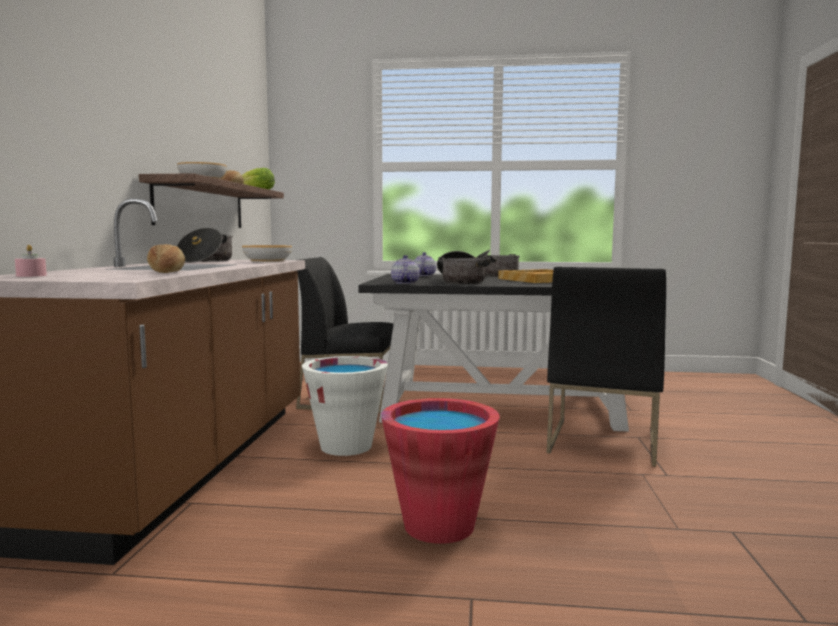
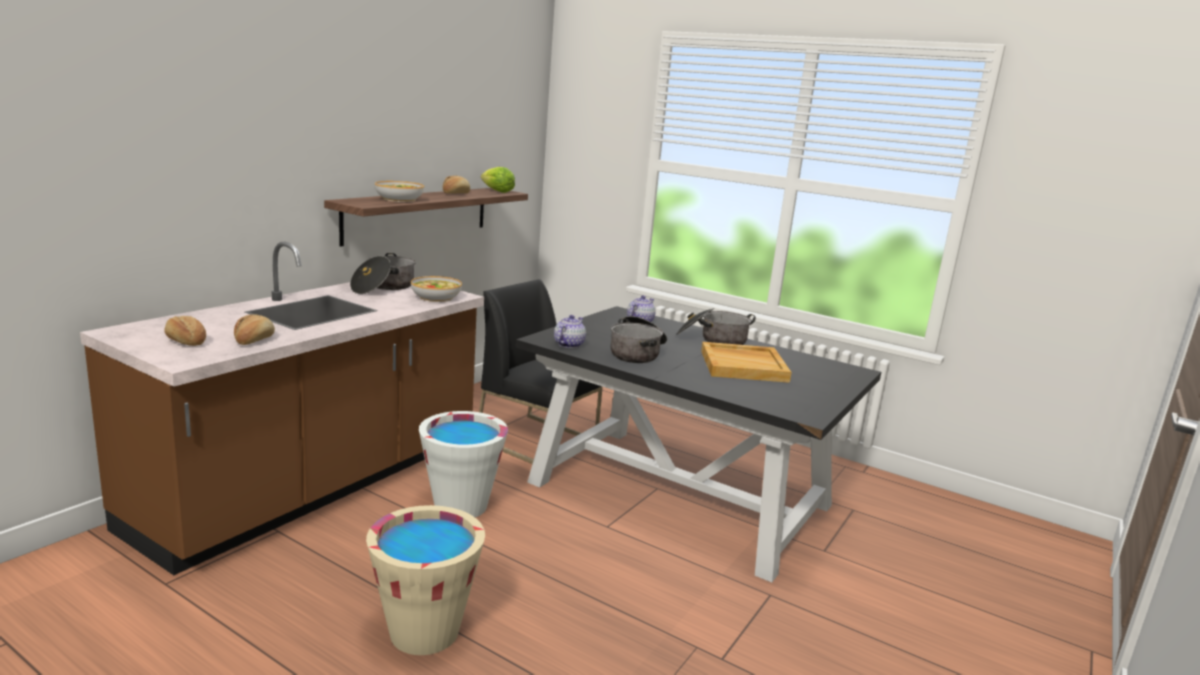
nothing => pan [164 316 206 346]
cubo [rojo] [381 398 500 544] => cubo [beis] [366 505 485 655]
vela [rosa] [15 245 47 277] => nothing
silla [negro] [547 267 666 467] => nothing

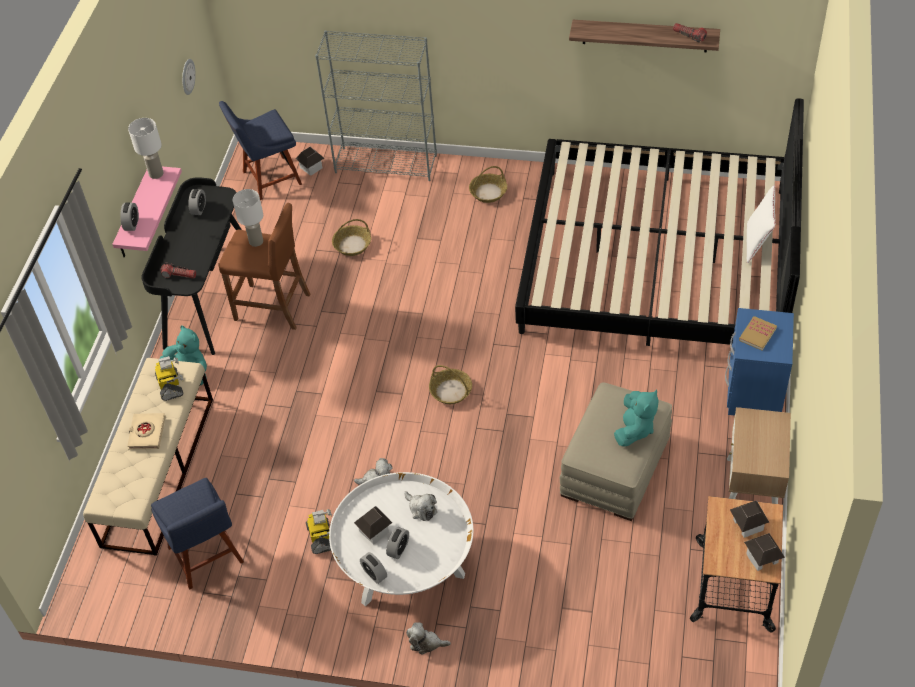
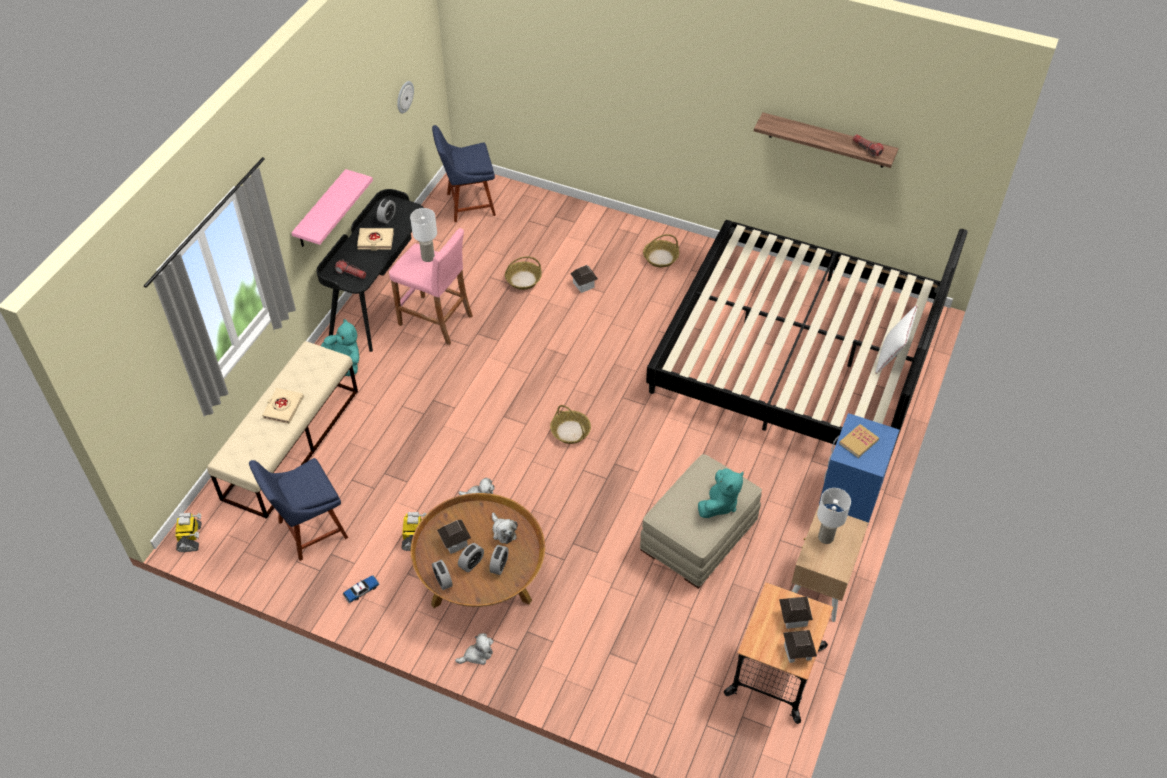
robot de juguete [155 356 184 401] => robot de juguete [175 513 202 552], moved
silla [azul] [151 478 244 590] => silla [azul] [249 458 348 561], 75 degrees clockwise
nothing => coche de juguete [343 575 380 603]
nothing => libro [beis] [357 228 394 251]
taburete [marrón] [218 203 311 330] => taburete [rosa] [389 228 473 345]
mesa de centro [blanco] [329 472 473 606] => mesa de centro [marrón] [411 493 545 608]
peluche [406 622 451 655] => peluche [455 633 493 665], 135 degrees clockwise
despertador [120 202 139 231] => despertador [489 545 509 575], moved
casita [296 147 324 176] => casita [570 265 598 293], moved
lámpara de mesa [blanco] [128 118 164 179] => lámpara de mesa [blanco] [817 488 851 544], moved
estantería [gris] [315 30 437 181] => nothing

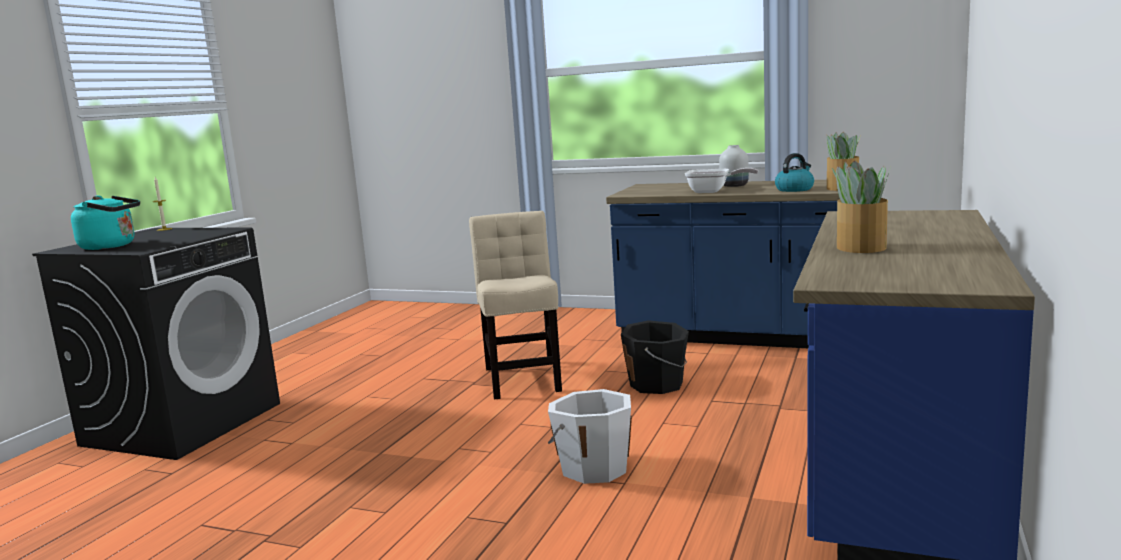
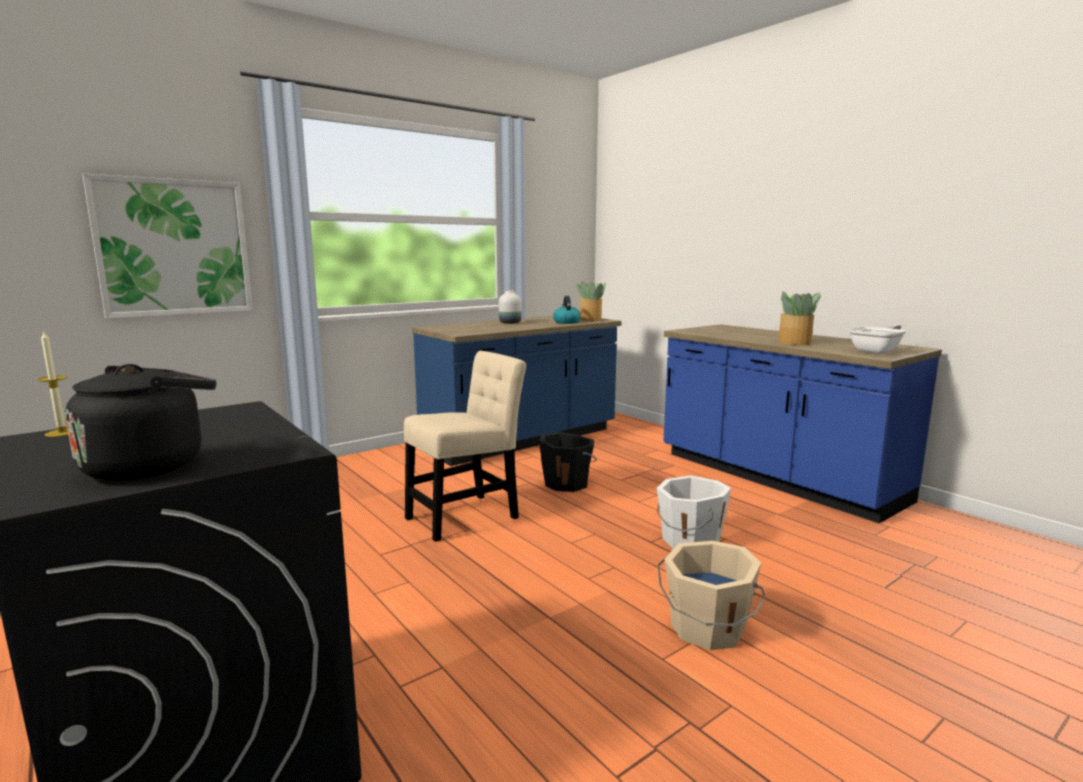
hervidor [turquesa] [71 195 140 250] => hervidor [negro] [65 364 216 481]
nothing => cuadro [82 174 253 319]
silla [beis] [469 211 562 399] => silla [beis] [404 351 526 542], 120 degrees clockwise
nothing => cubo [beis] [658 541 766 650]
sartén [685 168 758 193] => sartén [849 324 906 354], moved

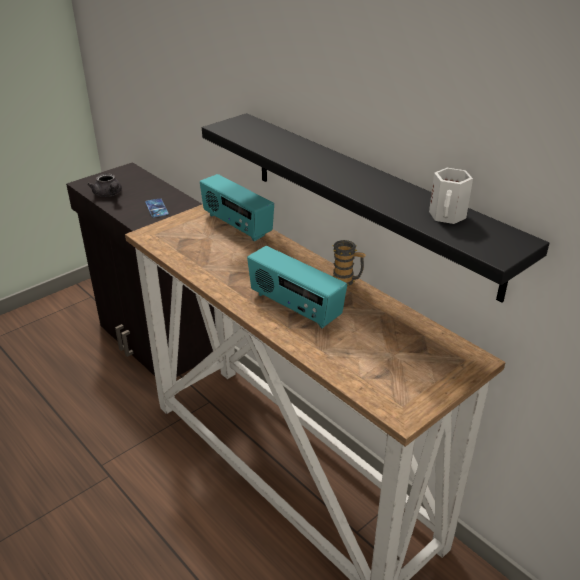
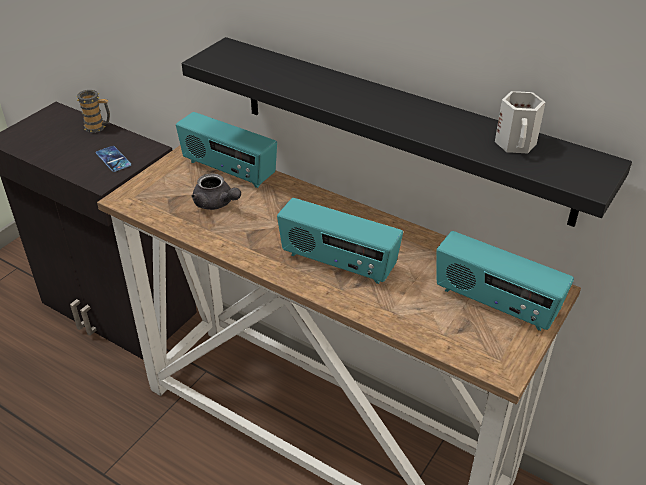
taza grande [332 240 366 286] => taza grande [77 90 110 133], moved
tetera [gris] [87 174 122 197] => tetera [gris] [191 173 241 210], moved
nothing => radio [437 231 574 331]

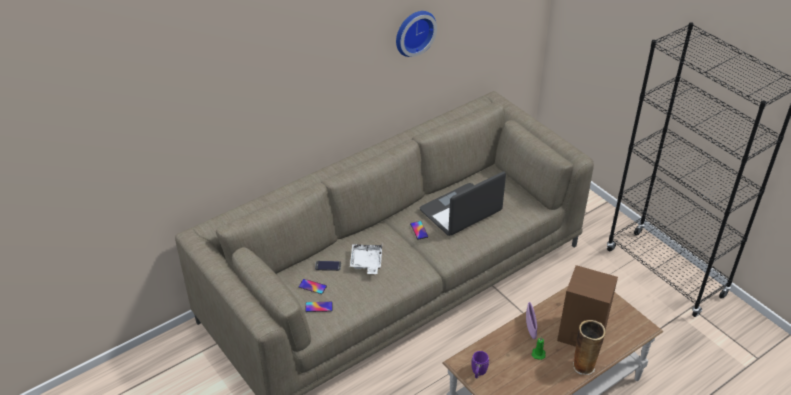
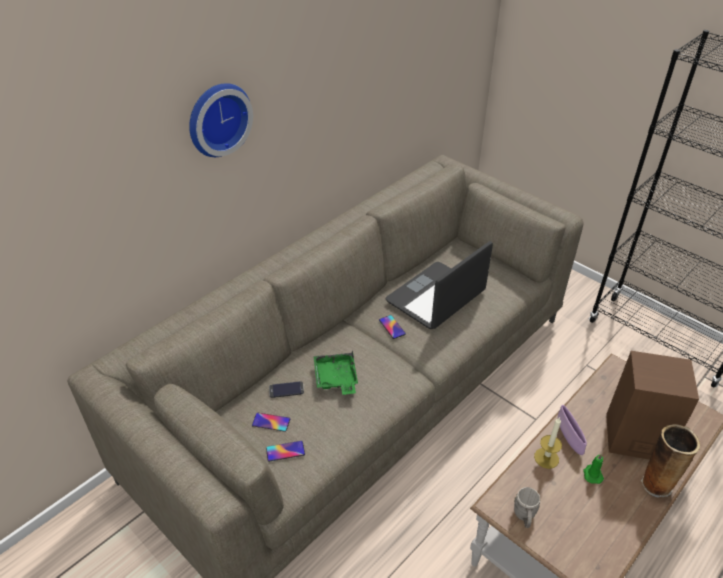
reloj de pared [396 11 437 57] => reloj de pared [189 84 253 157], moved
bandeja [blanco] [350 244 382 274] => bandeja [verde] [313 351 358 395]
taza grande [morado] [471 351 489 379] => taza grande [gris] [514 487 540 528]
nothing => vela [534 417 562 469]

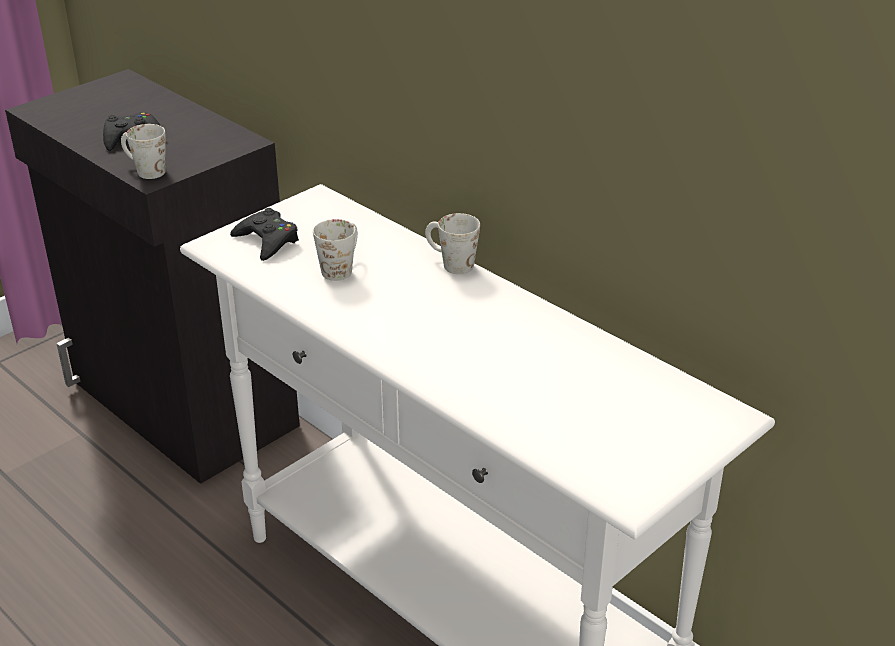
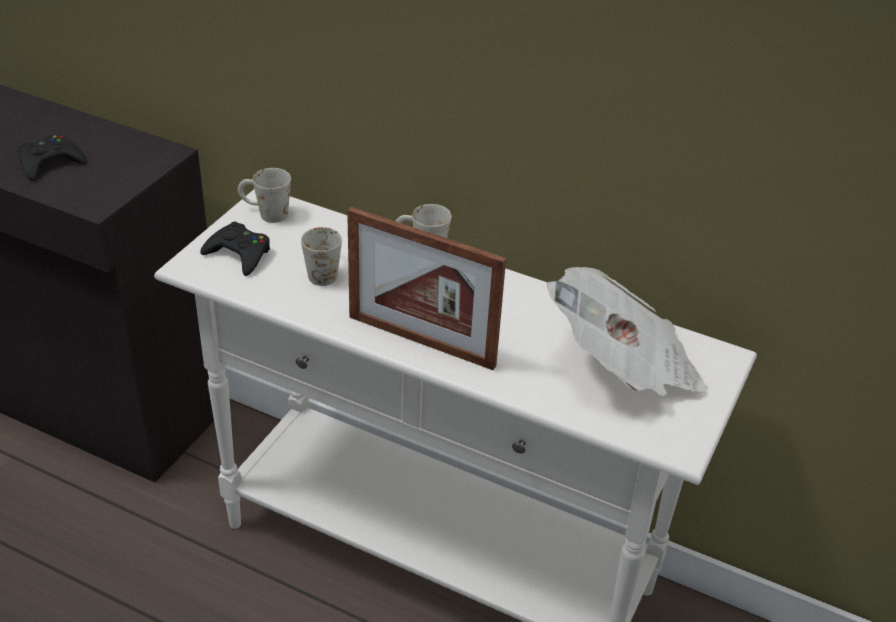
taza grande [blanco] [121 124 166 179] => taza grande [blanco] [238 168 291 223], moved
nothing => portarretratos [347 207 506 370]
nothing => periódico [547 267 708 396]

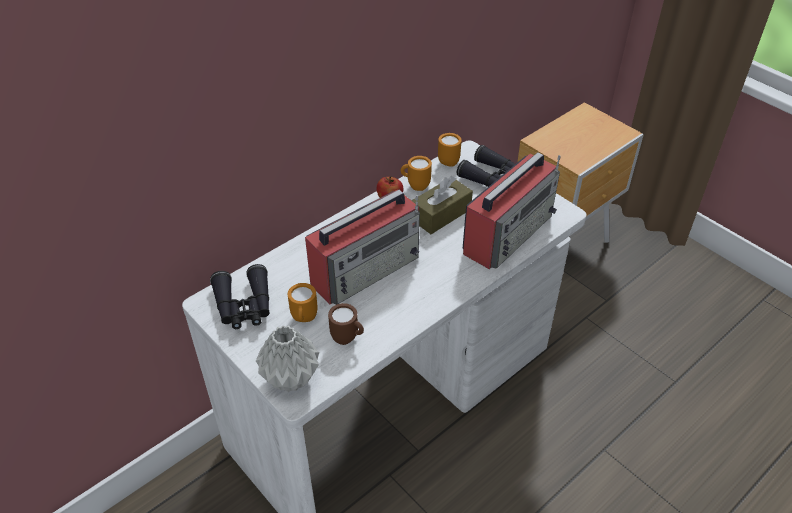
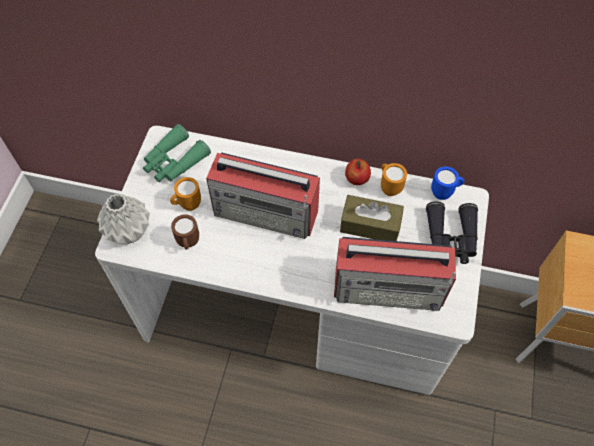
prismáticos [negro] [210 264 270 329] => prismáticos [verde] [143 124 211 182]
taza grande [naranja] [438 133 462 167] => taza grande [azul] [431 166 464 200]

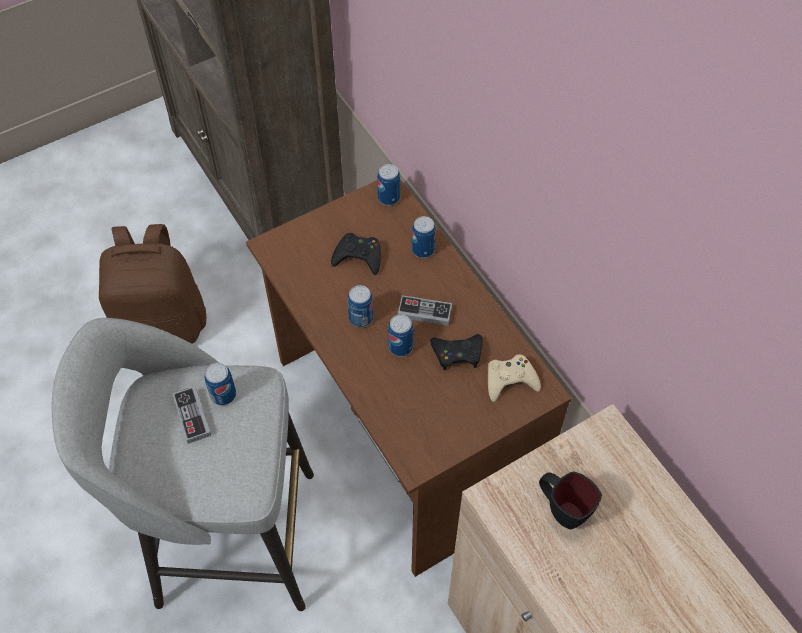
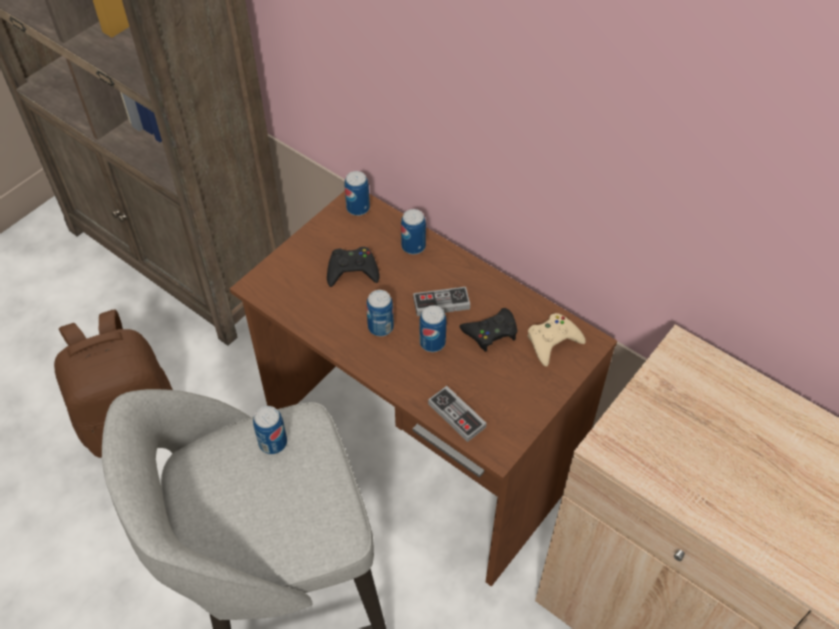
mando de consola [172 386 211 444] => mando de consola [428 386 487 442], moved
taza grande [negro] [539 471 602 529] => nothing

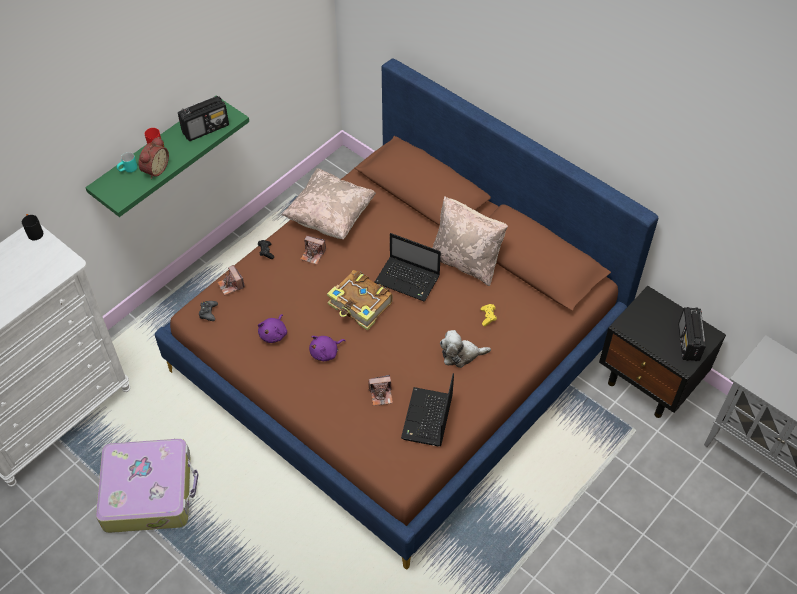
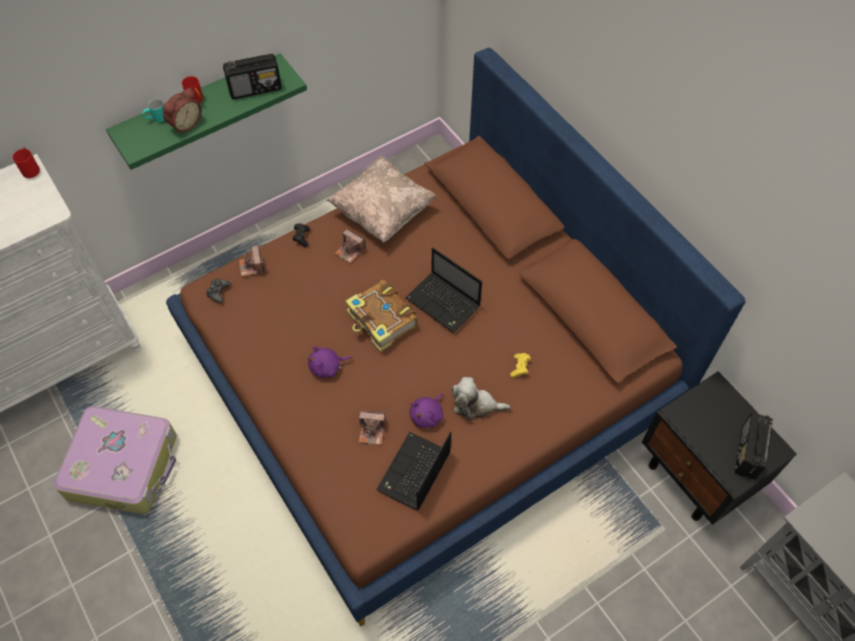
taza grande [negro] [22 214 43 240] => taza grande [rojo] [13 147 40 178]
peluche [morado] [258 314 287 343] => peluche [morado] [409 393 444 428], moved
cojín [beis] [433 196 508 286] => nothing

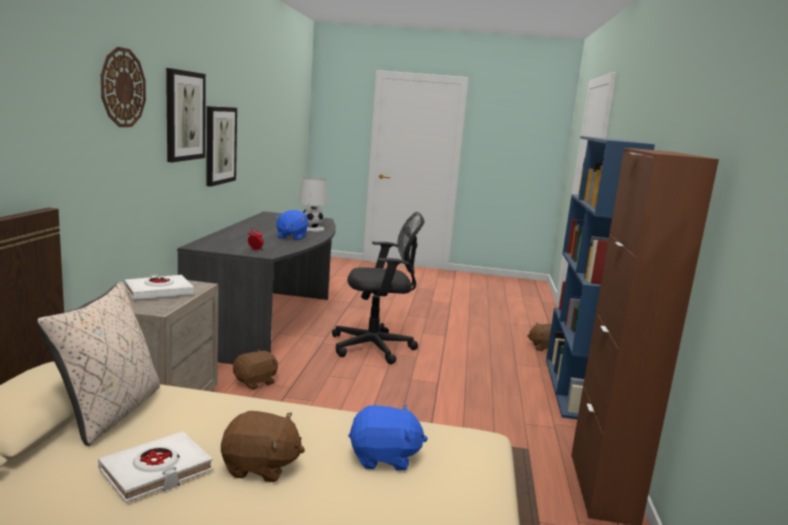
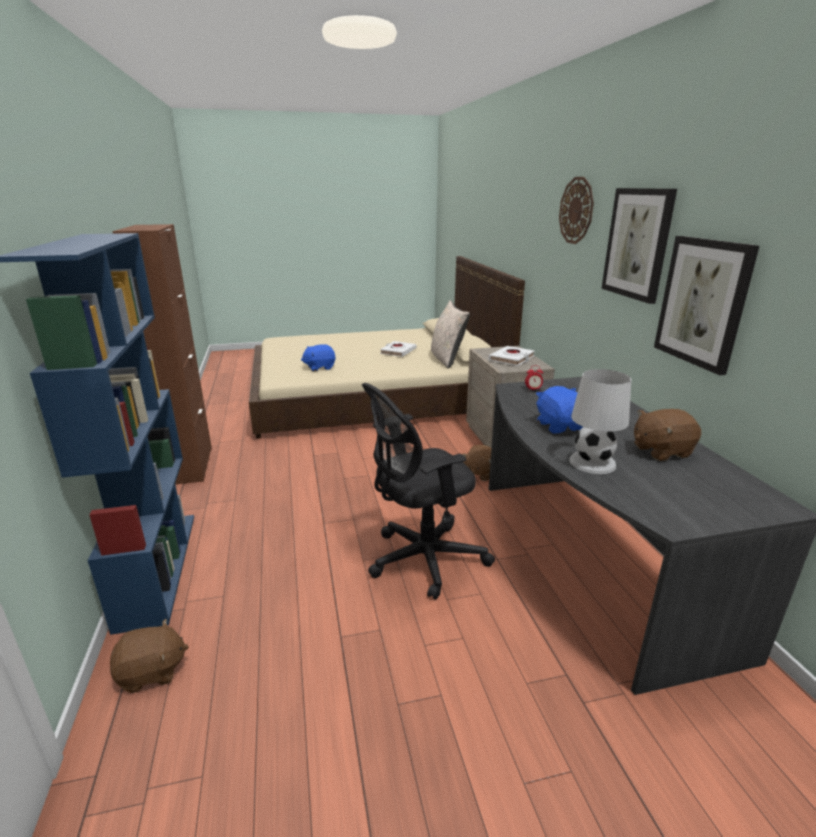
peluche [marrón] [221 411 305 482] => peluche [marrón] [634 409 701 461], moved

